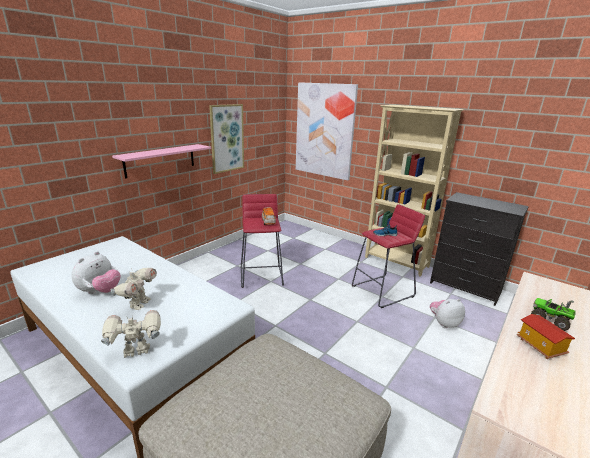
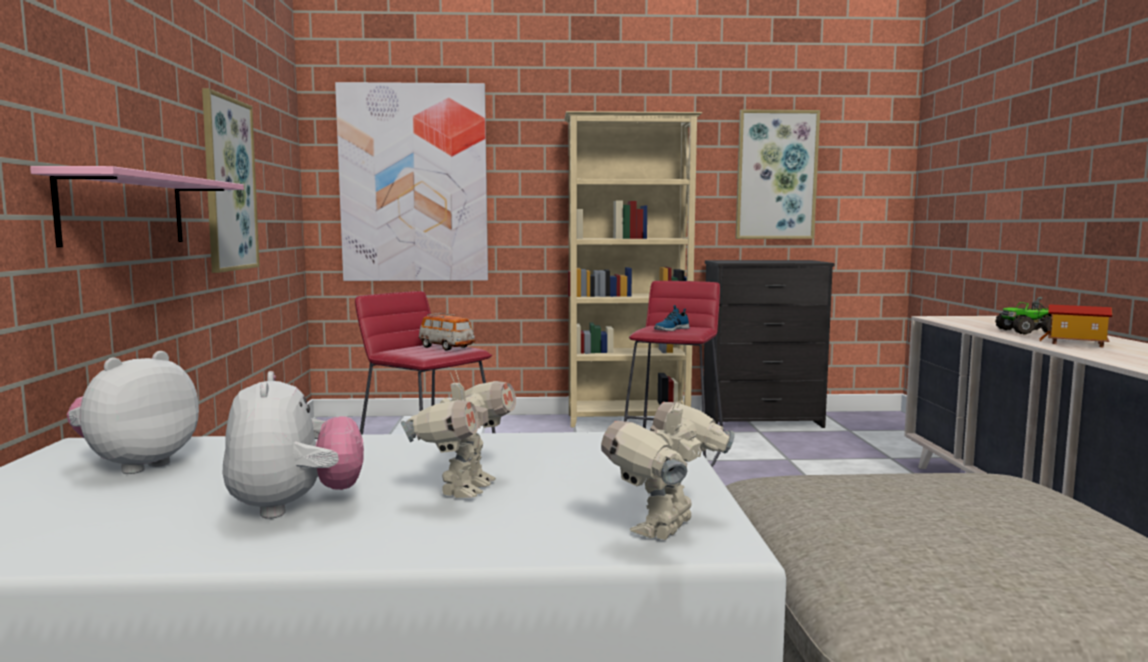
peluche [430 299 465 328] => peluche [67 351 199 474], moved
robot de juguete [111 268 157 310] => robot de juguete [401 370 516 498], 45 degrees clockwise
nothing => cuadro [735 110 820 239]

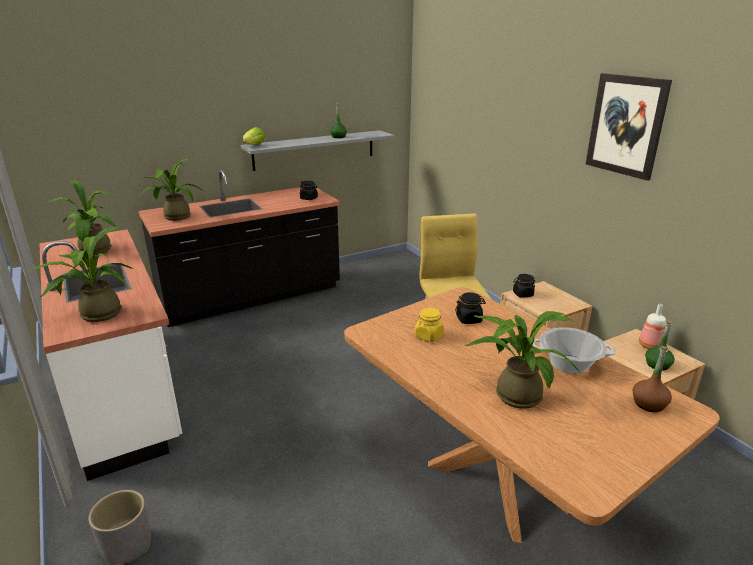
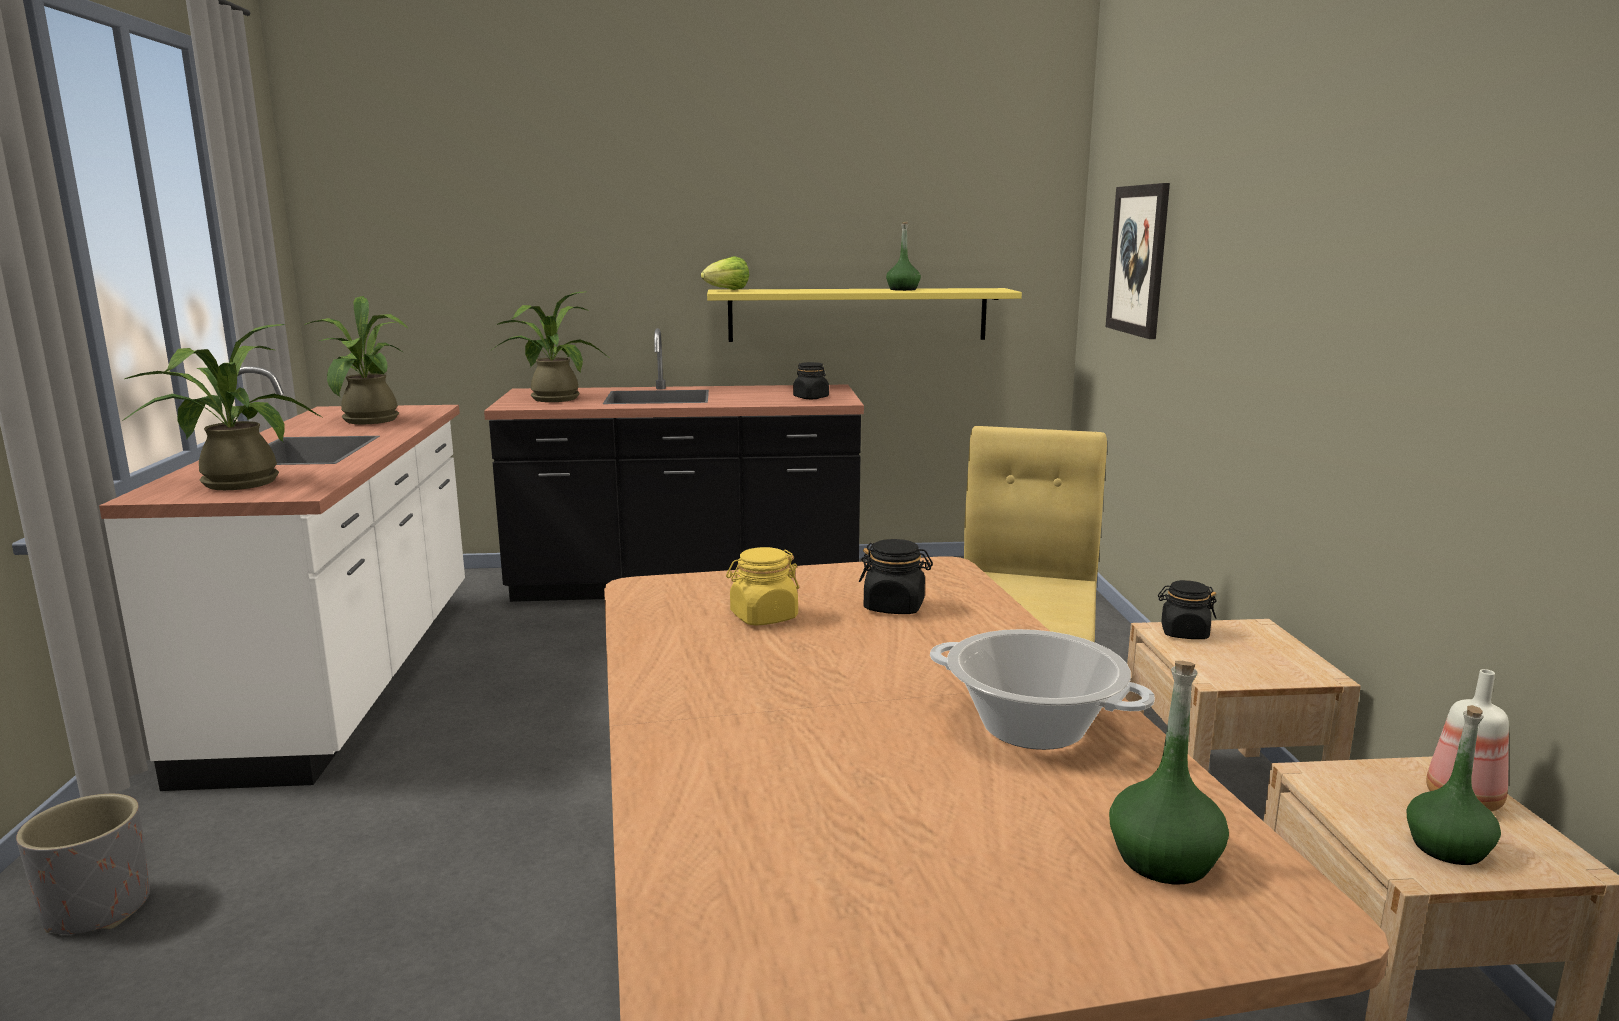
estante [gris] [240 130 394 171] => estante [amarillo] [707 288 1022 342]
cuadro [586 73 672 181] => cuadro [1106 183 1170 339], moved
botella [marrón] [633 346 672 412] => botella [verde] [1109 661 1229 884]
planta en maceta [465 311 581 409] => nothing

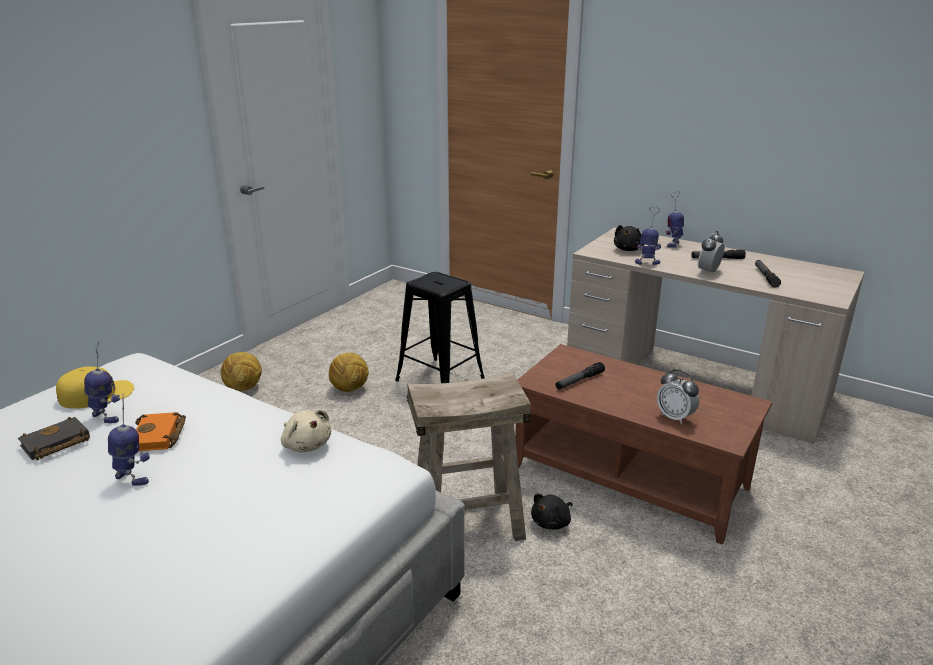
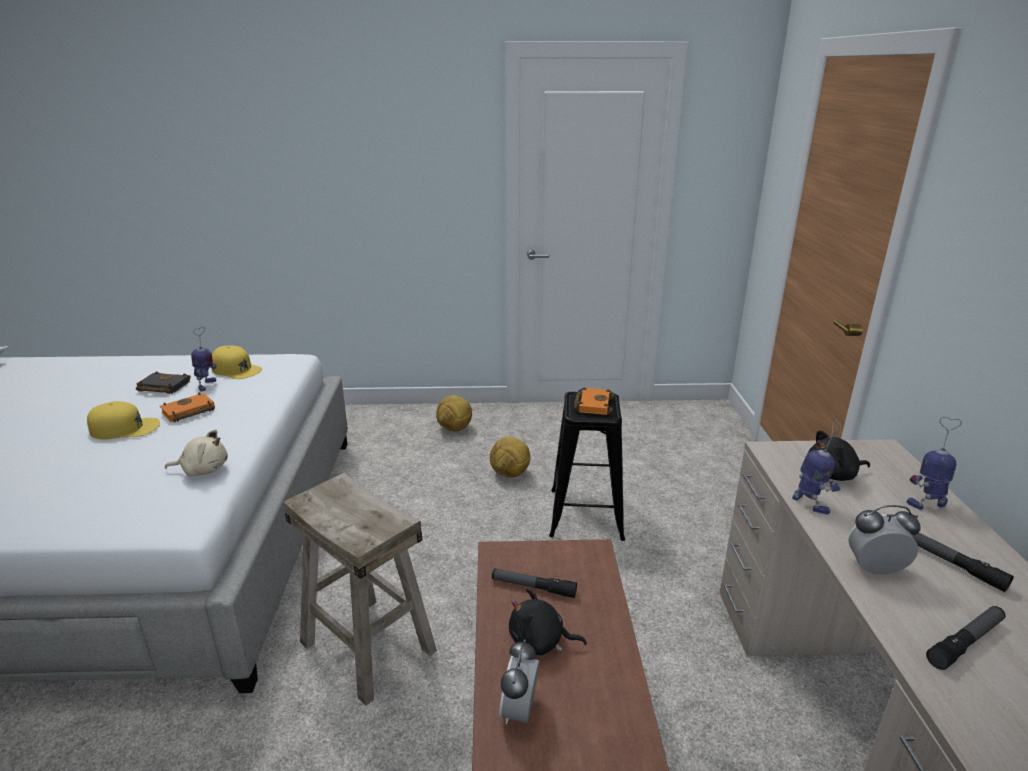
robot de juguete [108 394 150 486] => gorra [amarillo] [87 401 160 440]
peluche [beis] [281 409 331 452] => peluche [beis] [165 429 228 477], 105 degrees counterclockwise
peluche [negro] [531 494 572 529] => peluche [negro] [509 588 587 655], moved
nothing => libro [naranja] [574 387 615 415]

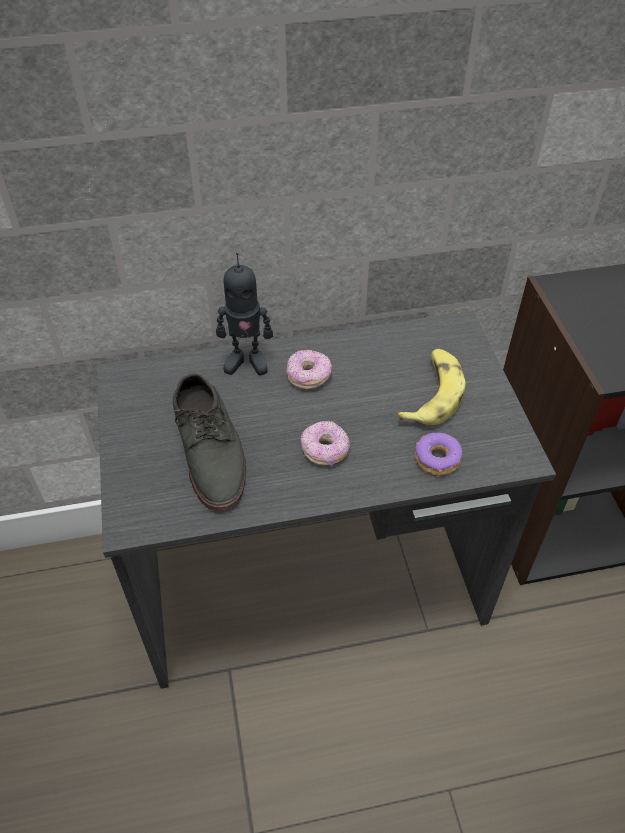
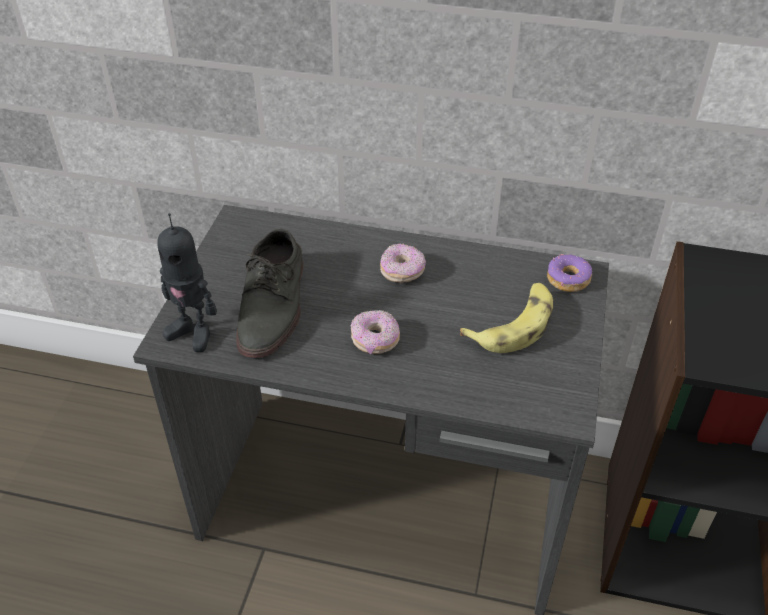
robot de juguete [216 253 273 375] => robot de juguete [157 213 217 352], moved
rosquilla [415 433 462 476] => rosquilla [547 254 592 292], moved

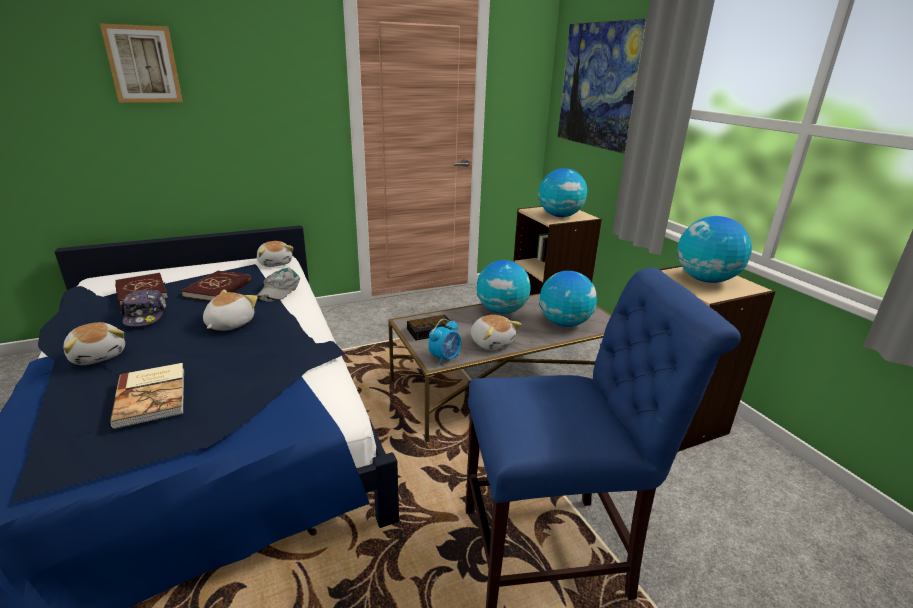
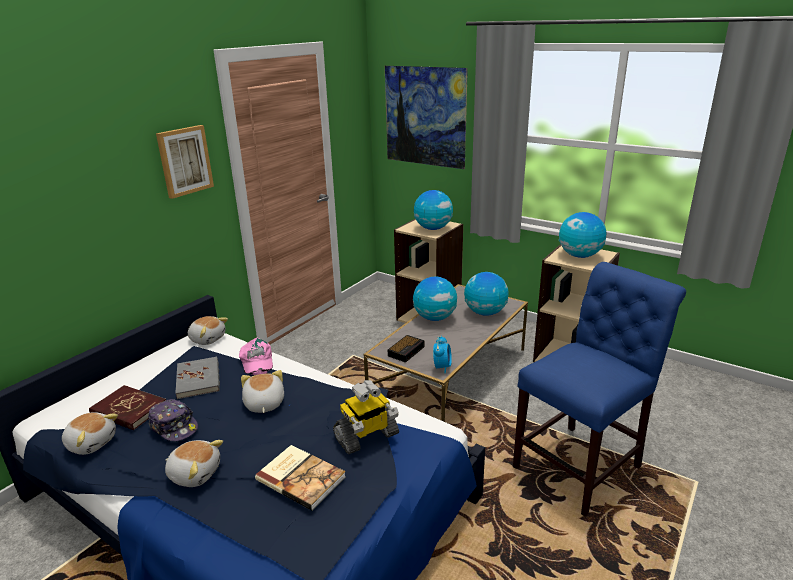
peluche [470 315 522 350] => peluche [62 412 118 455], moved
cuadro [100 23 183 103] => cuadro [156 125 214 199], moved
libro [rojo] [181 271 251 301] => libro [gris] [175 356 220 399]
gorra [gris] [257 268 300 302] => gorra [rosa] [239 338 273 375]
nothing => robot de juguete [333 380 399 454]

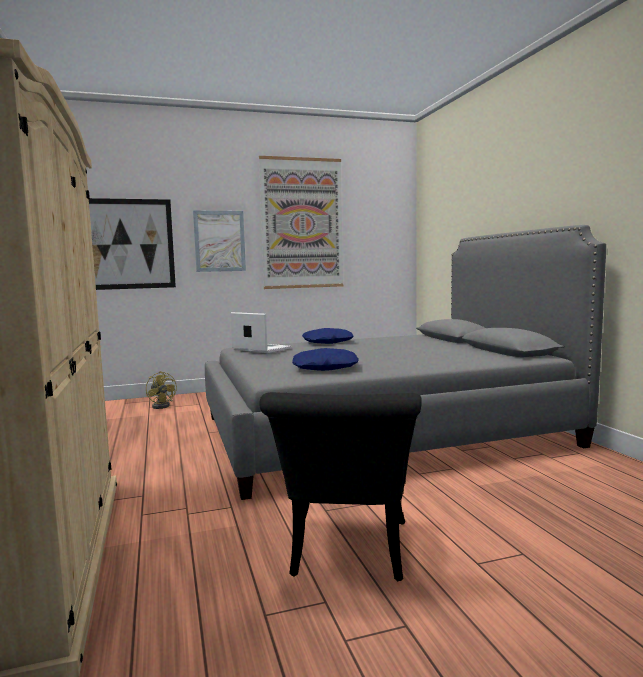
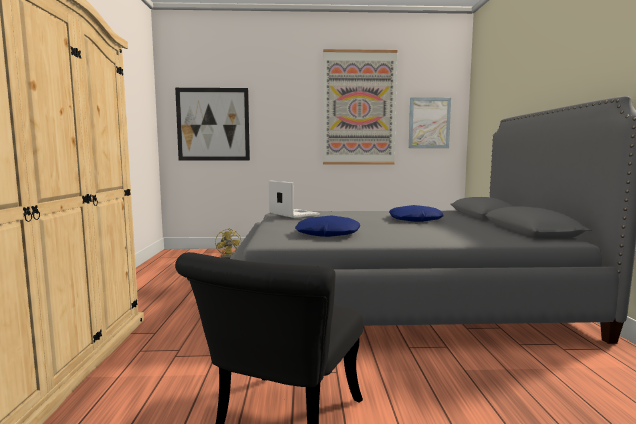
cojín [azul] [302 328 354 344] => cojín [azul] [389 205 444 222], moved
cuadro [193 211 246 272] => cuadro [409 97 451 148], moved

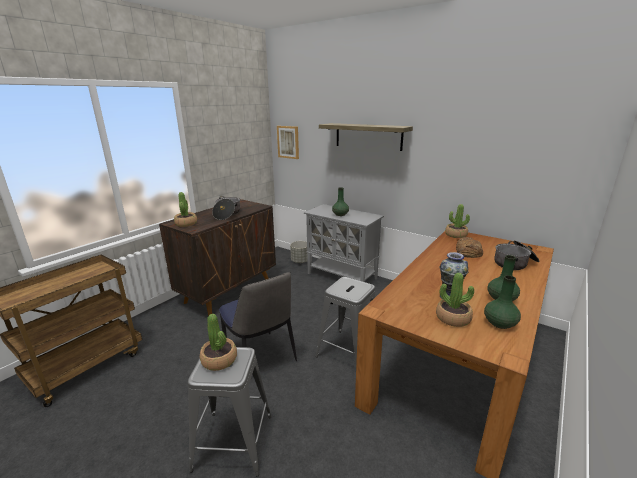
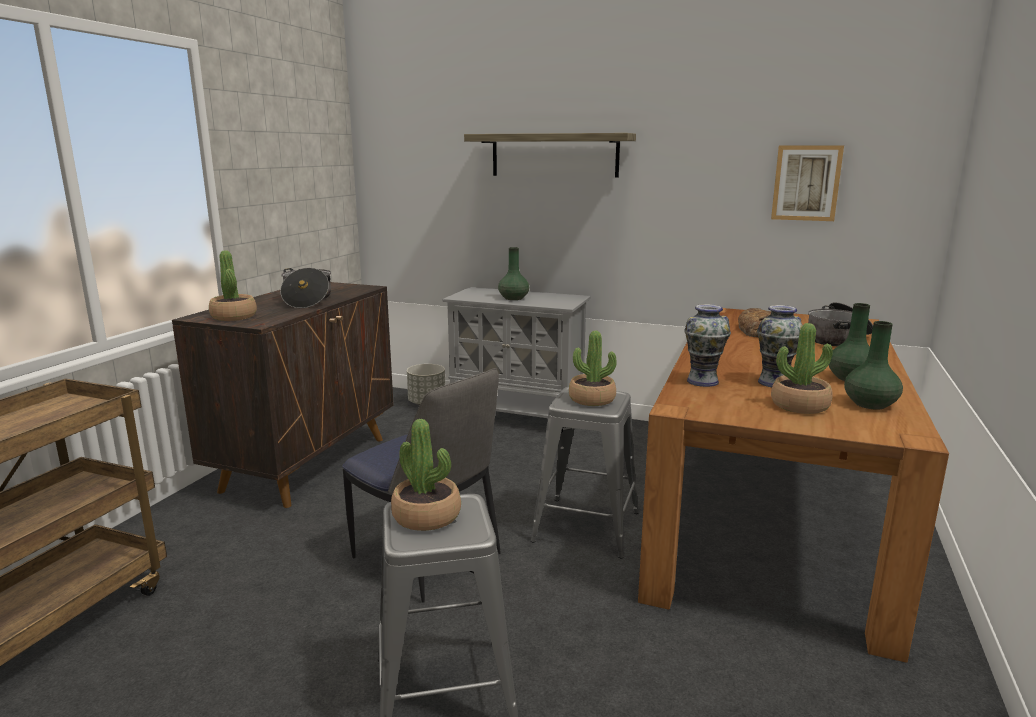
planta en maceta [445 204 470 238] => planta en maceta [569 331 617 406], moved
nothing => florero [684 304 731 387]
cuadro [277 126 299 159] => cuadro [771 145 844 221], moved

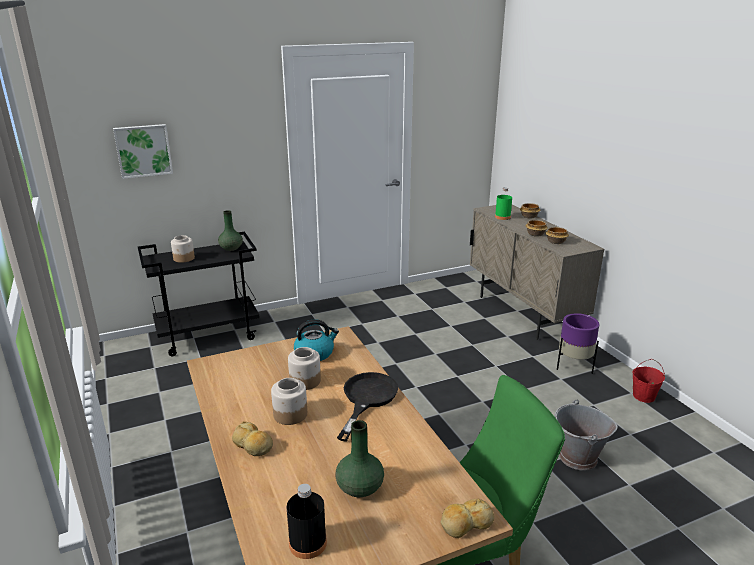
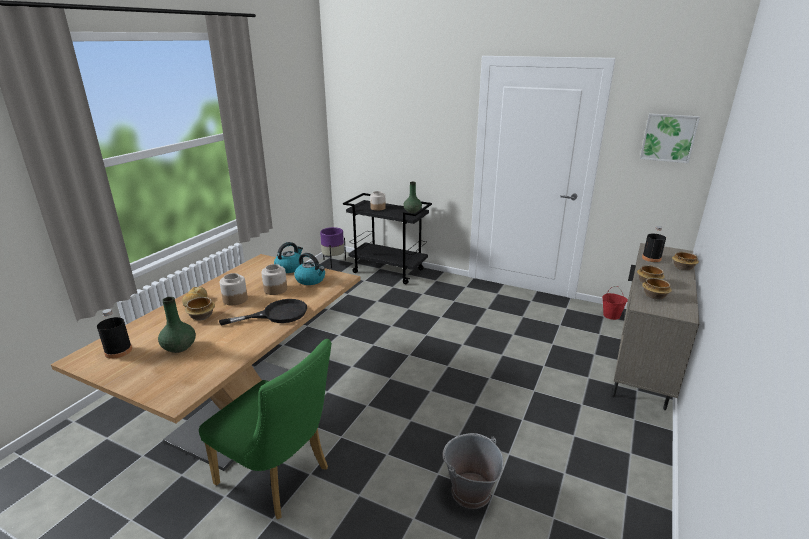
nothing => cuenco [185 297 215 321]
nothing => hervidor [274 242 304 273]
maceta [morado] [557 313 599 374] => maceta [morado] [320 227 346 268], moved
cubo [rojo] [633 359 665 403] => cubo [rojo] [602 286 628 320], moved
cuadro [113 124 173 179] => cuadro [640 113 700 163], moved
botella [verde] [495 188 512 220] => botella [negro] [642 226 666 262]
pan [441 499 494 538] => nothing

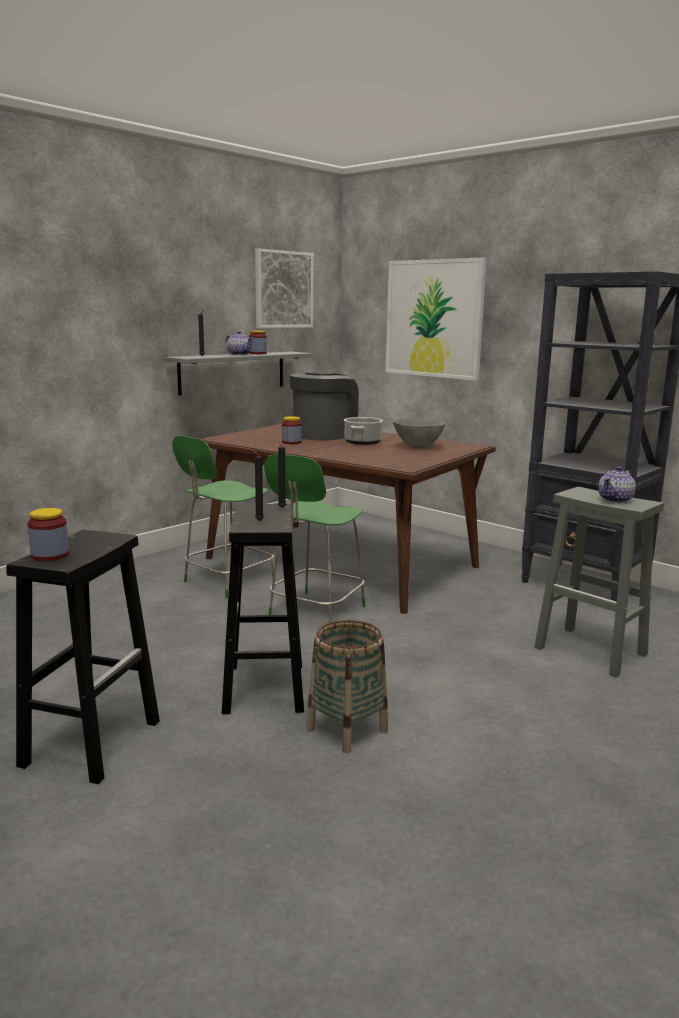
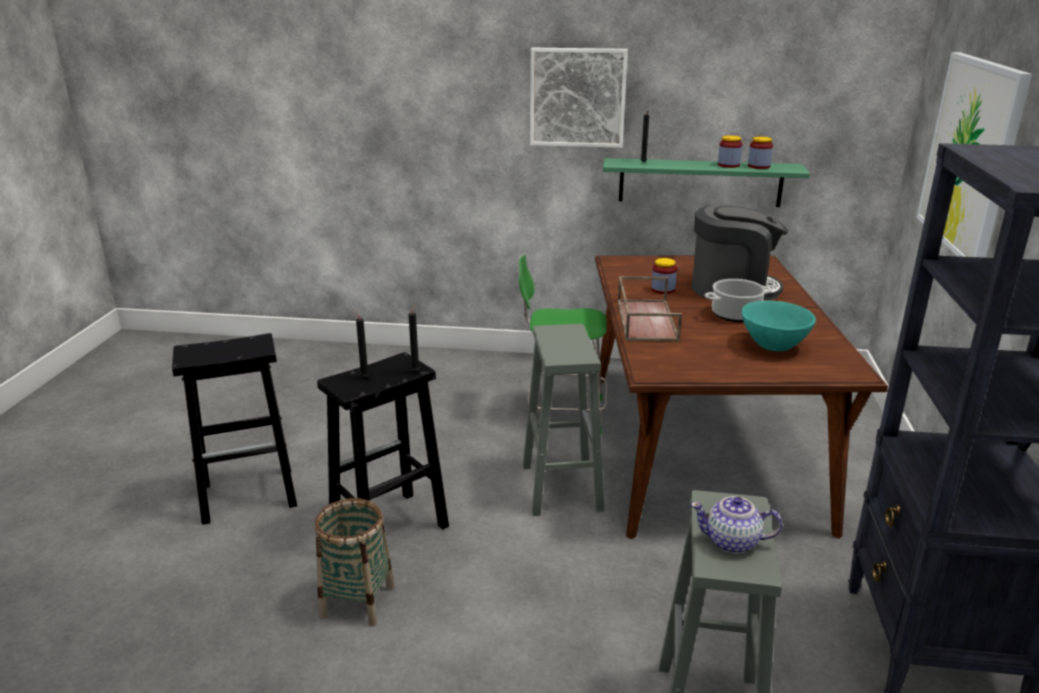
silla [verde] [264 454 366 622] => taburete [gris] [523 324 604 516]
cuadro [255 249 314 328] => cuadro [530 48 628 148], moved
estante [gris] [165 352 313 395] => estante [verde] [603 158 810 207]
nothing => bandeja [marrón] [618 276 682 342]
cuenco [gris] [393 418 445 448] => cuenco [turquesa] [742 300 816 351]
tarro [28 508 69 561] => tarro [748 136 773 169], moved
tetera [225 331 253 355] => nothing

